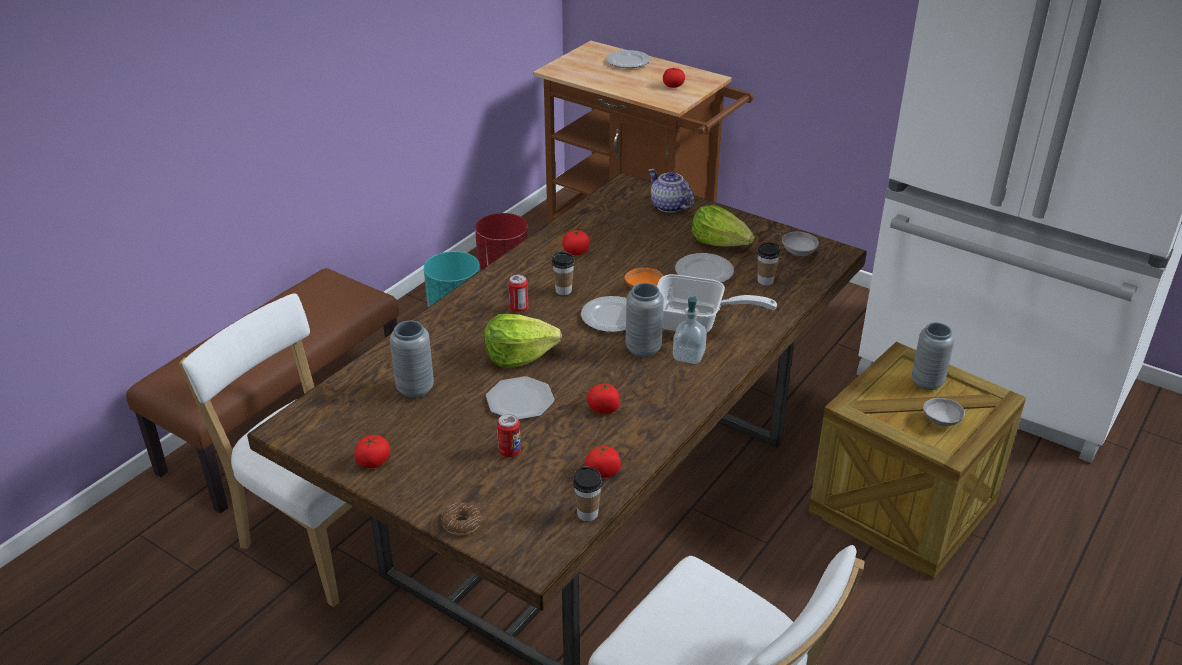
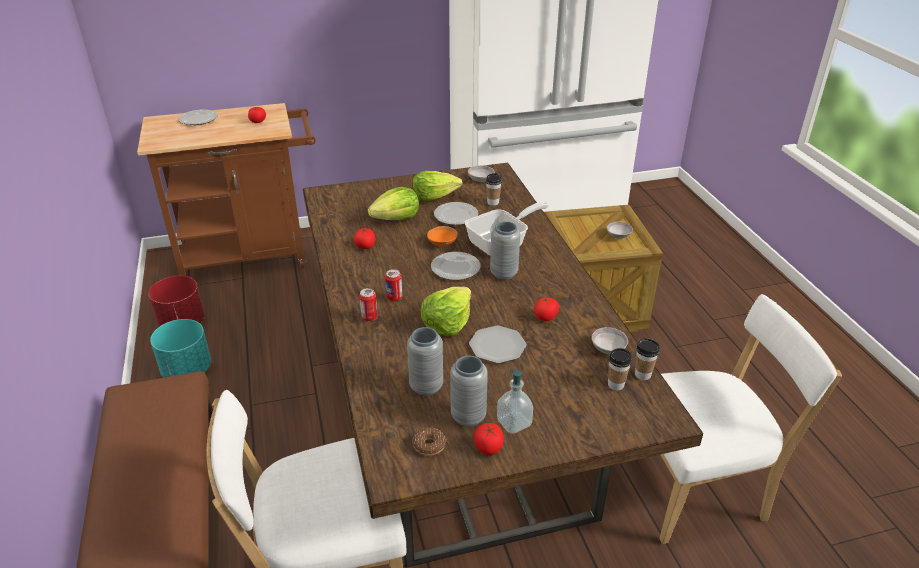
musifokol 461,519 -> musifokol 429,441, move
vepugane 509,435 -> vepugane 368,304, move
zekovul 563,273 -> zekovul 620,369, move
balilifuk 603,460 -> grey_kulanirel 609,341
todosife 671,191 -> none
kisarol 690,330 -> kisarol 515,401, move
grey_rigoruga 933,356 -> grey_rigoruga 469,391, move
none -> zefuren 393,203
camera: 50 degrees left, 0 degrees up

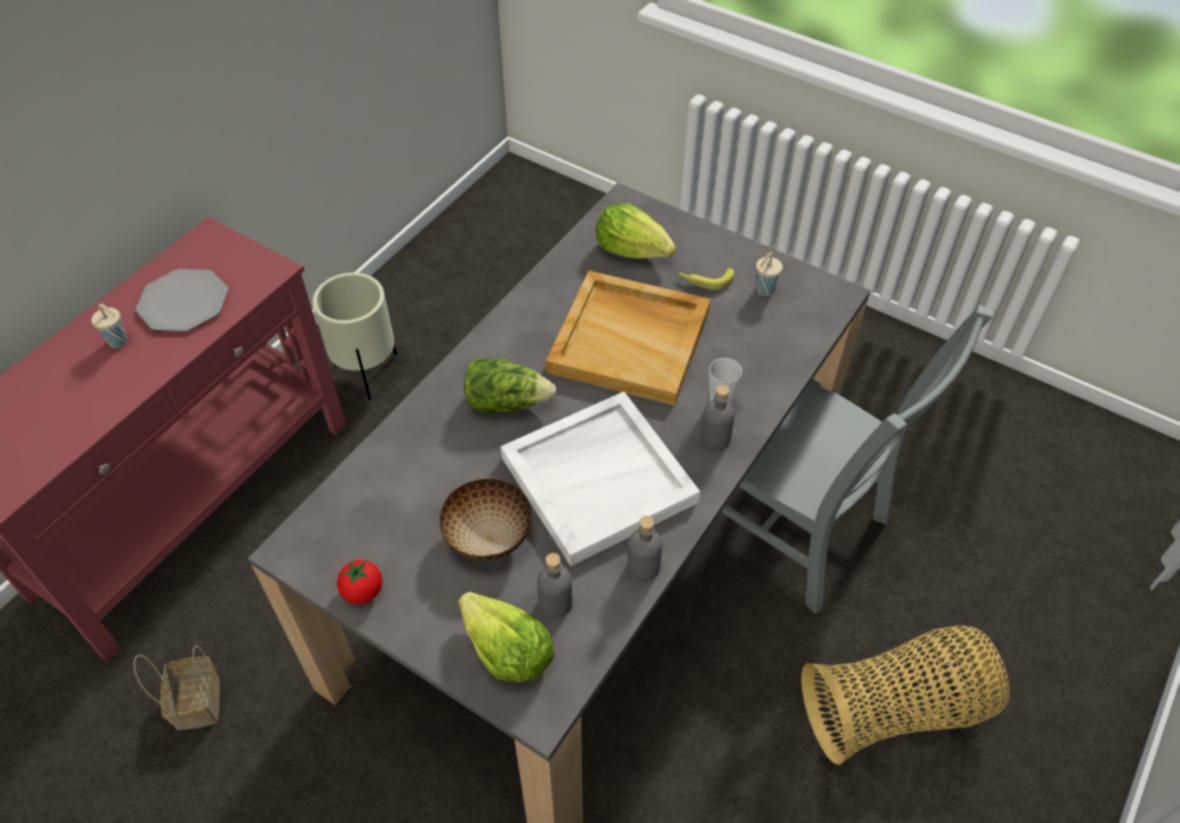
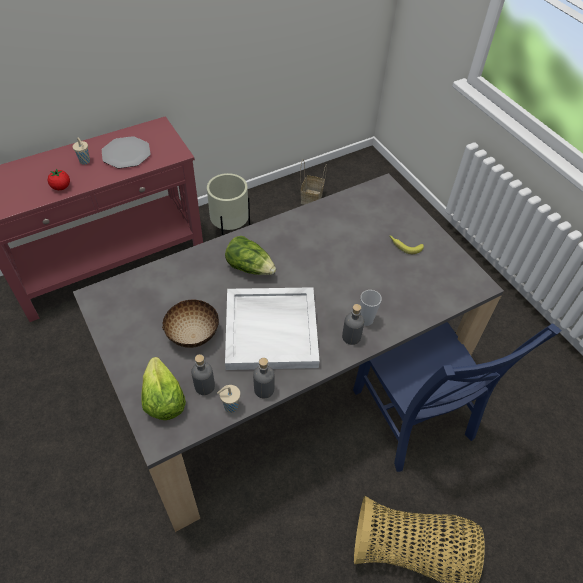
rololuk 177,687 -> rololuk 313,182, move
balilifuk 359,582 -> balilifuk 59,179, move
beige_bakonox 628,338 -> none
zefuren 636,230 -> none
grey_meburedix 858,459 -> blue_meburedix 457,397
beige_zekovul 769,274 -> beige_zekovul 228,399, move
camera: 25 degrees right, 0 degrees up

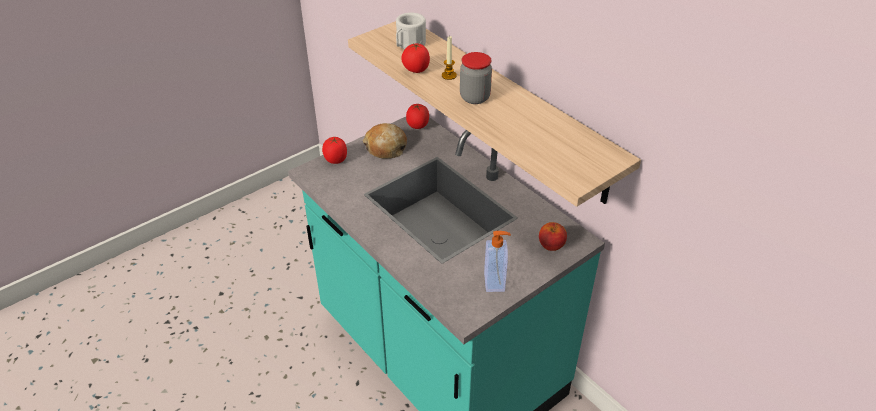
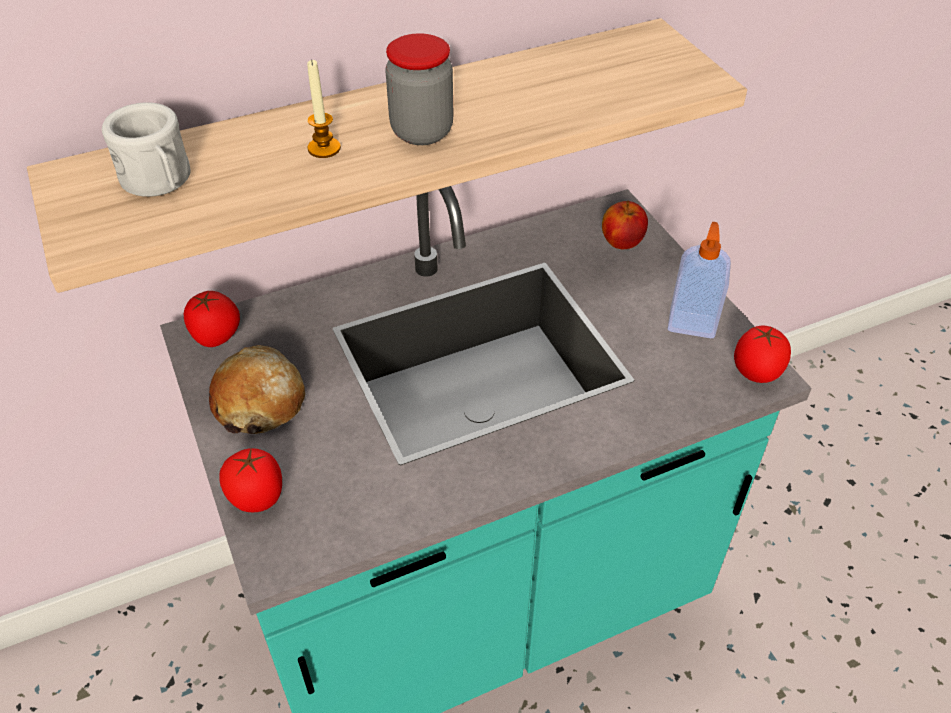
balilifuk 415,58 -> balilifuk 762,354, move
camera: 75 degrees left, 5 degrees up

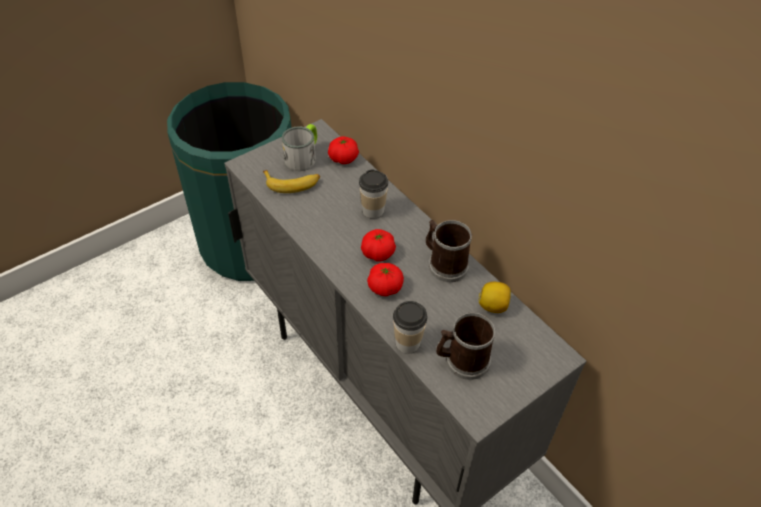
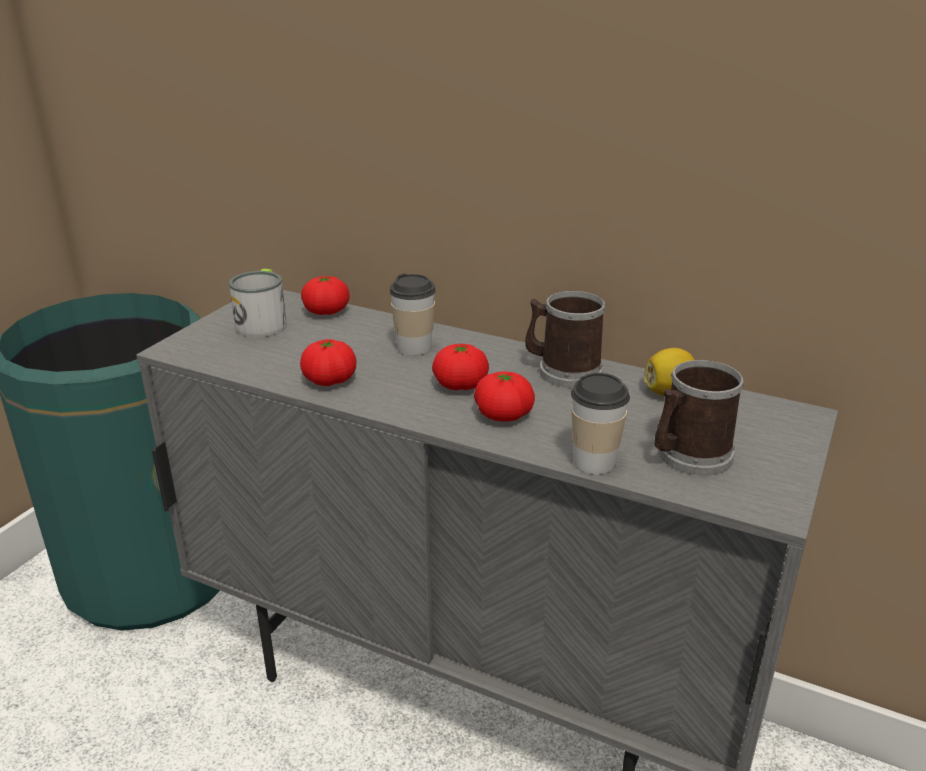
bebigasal 291,181 -> none
none -> balilifuk 328,362
camera: 25 degrees left, 20 degrees down

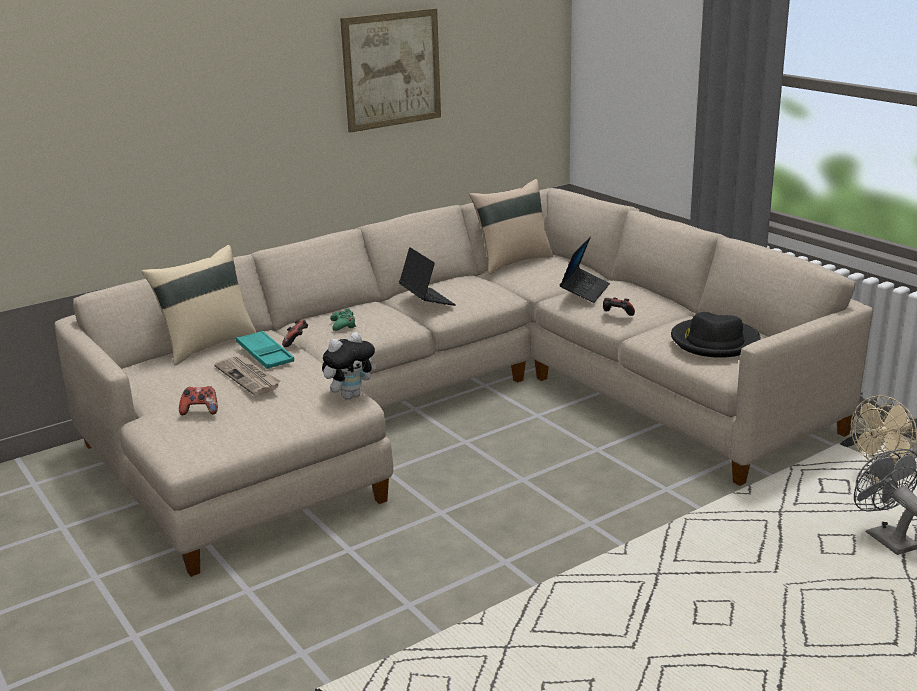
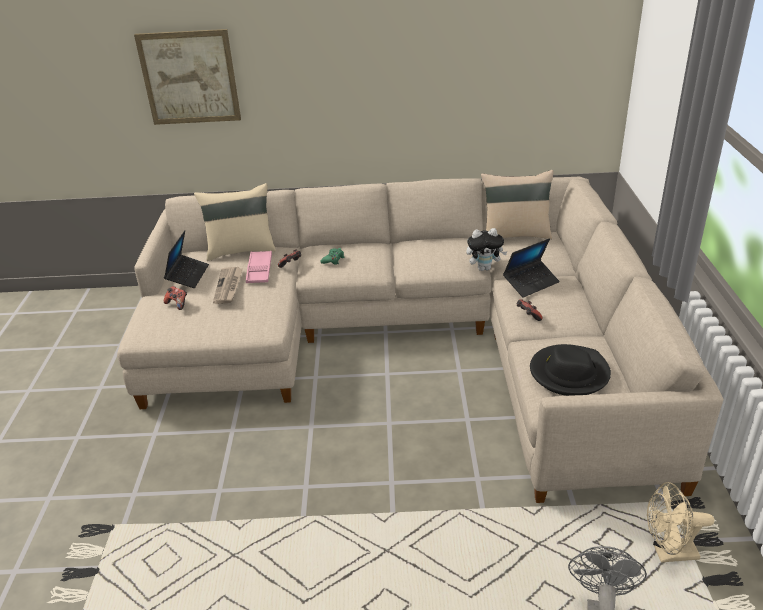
turquoise_bakonox 265,349 -> pink_bakonox 259,267
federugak 349,366 -> federugak 487,249, move
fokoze 390,70 -> fokoze 187,77, move
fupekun 427,276 -> fupekun 186,259, move
camera: 35 degrees right, 10 degrees up

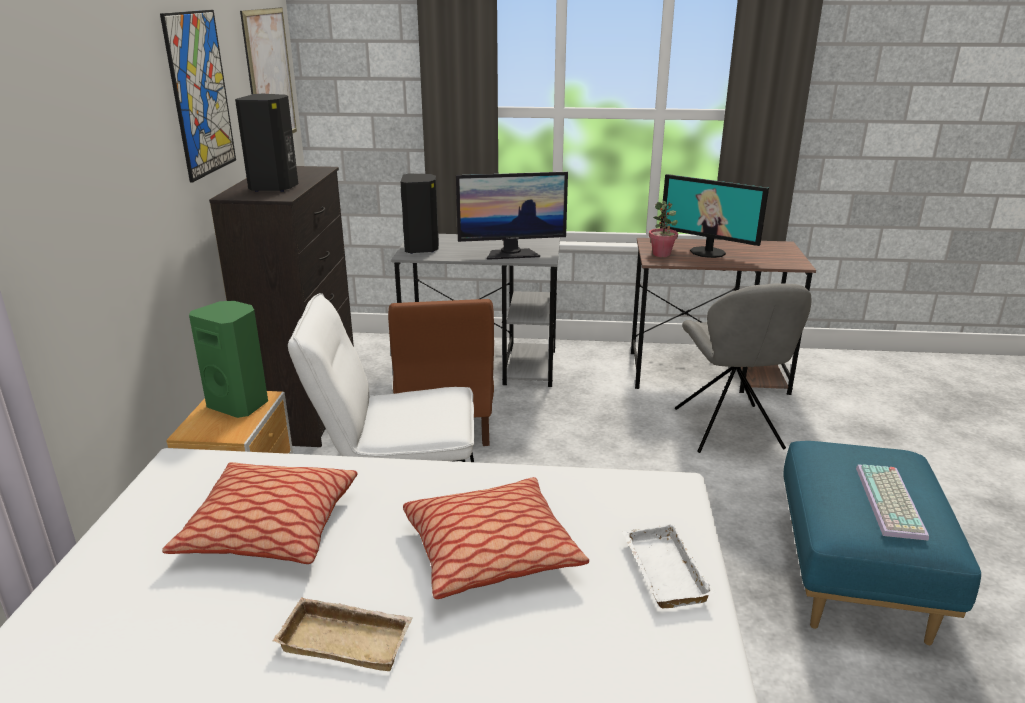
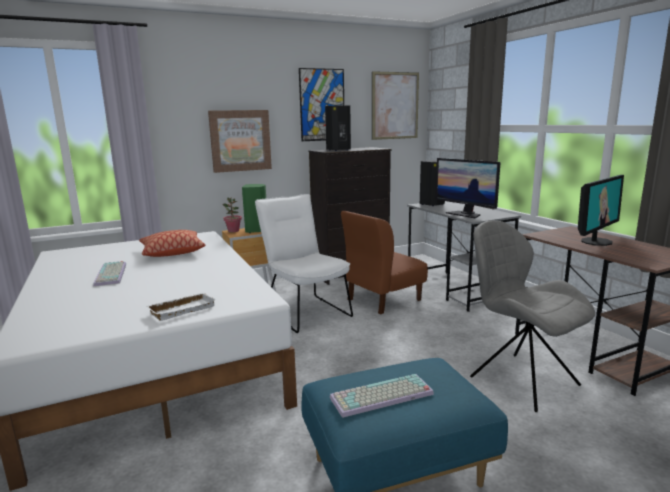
beige_bakonox 343,634 -> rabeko 109,273
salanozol 496,538 -> none
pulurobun 663,229 -> pulurobun 232,214, move
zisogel 714,216 -> zisogel 601,210, 135 degrees counterclockwise
grey_meburedix 743,368 -> grey_meburedix 532,316, 90 degrees clockwise
none -> fokoze 240,141
camera: 60 degrees right, 10 degrees down

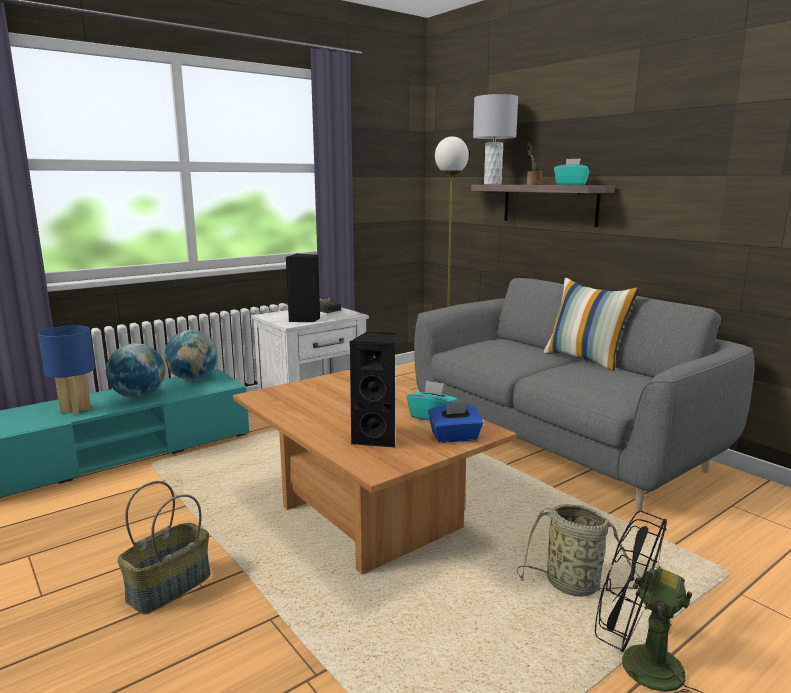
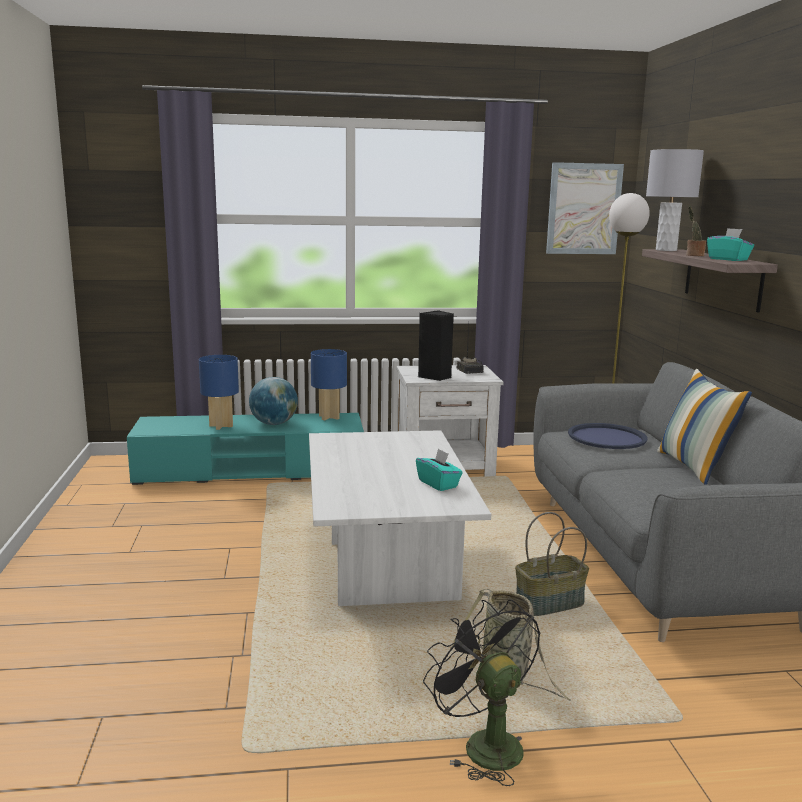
rololuk 164,547 -> rololuk 552,564, move
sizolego 190,355 -> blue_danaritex 329,384
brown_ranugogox 375,471 -> white_ranugogox 400,518
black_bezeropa 372,389 -> none
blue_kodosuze 455,423 -> none
none -> fokoze 585,208
none -> blue_bakonox 608,436
camera: 30 degrees right, 0 degrees up

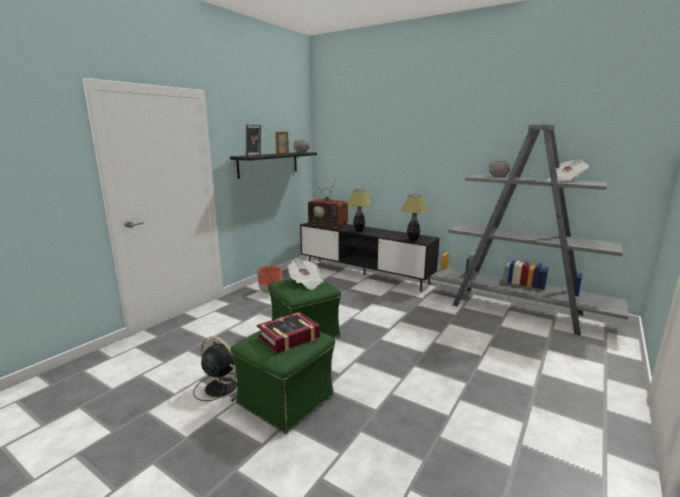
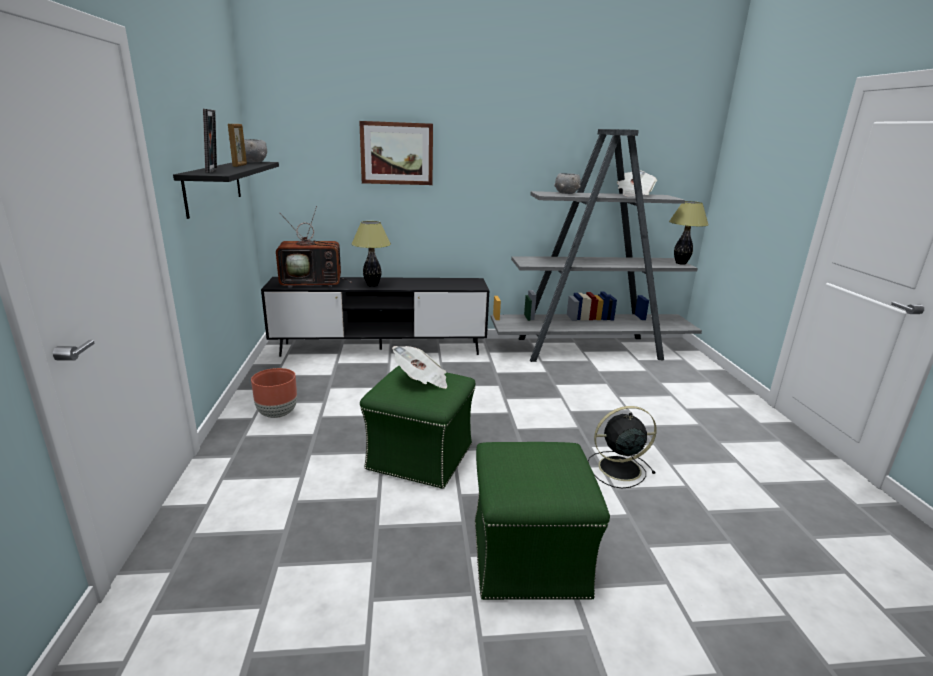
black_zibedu 215,368 -> black_zibedu 622,447, move
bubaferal 288,332 -> none
danaritex 415,218 -> danaritex 689,233, move
none -> fokoze 396,153
camera: 40 degrees left, 5 degrees up

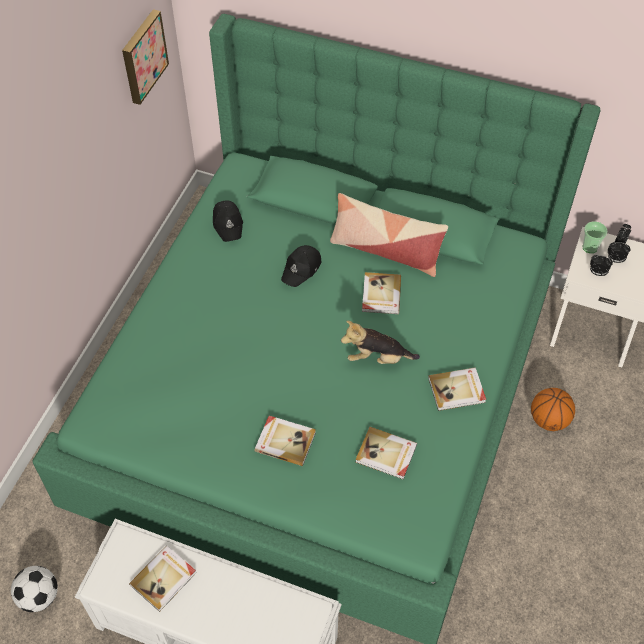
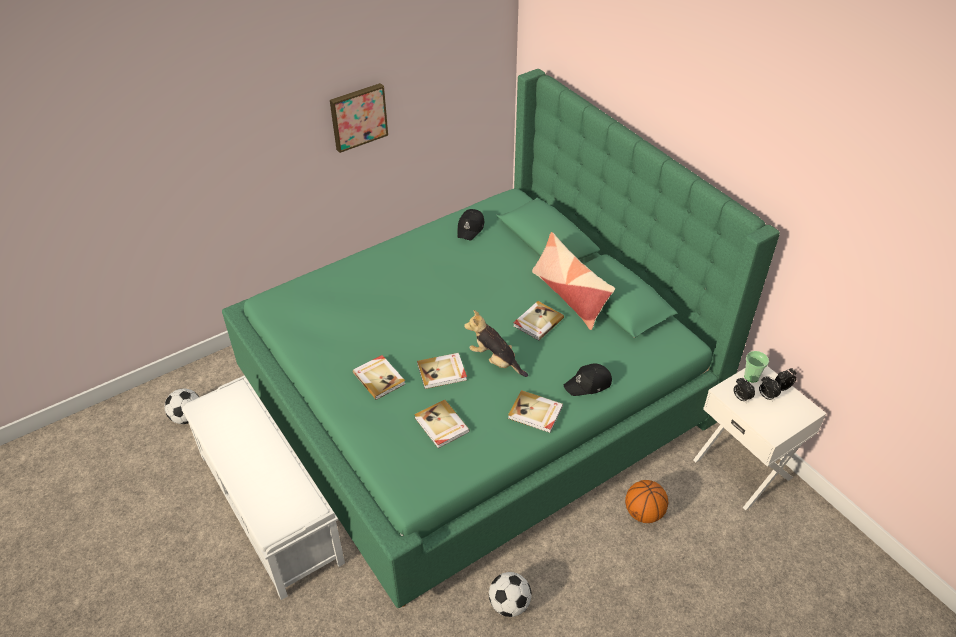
fokoze 145,57 -> fokoze 359,118, move
bubaferal 162,578 -> bubaferal 442,371, move
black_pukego 301,266 -> black_pukego 588,379, move
none -> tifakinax 510,594
camera: 35 degrees right, 10 degrees down

